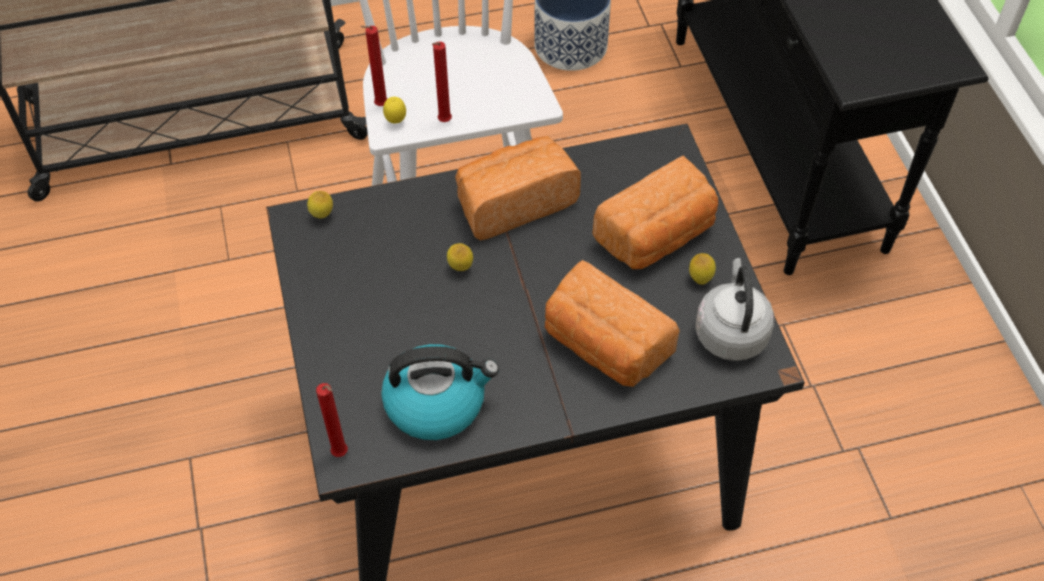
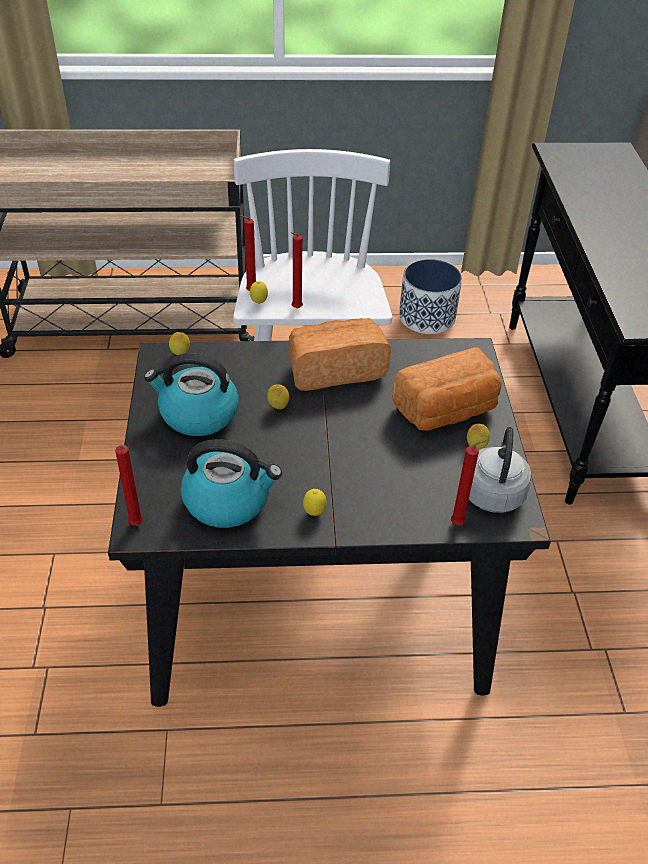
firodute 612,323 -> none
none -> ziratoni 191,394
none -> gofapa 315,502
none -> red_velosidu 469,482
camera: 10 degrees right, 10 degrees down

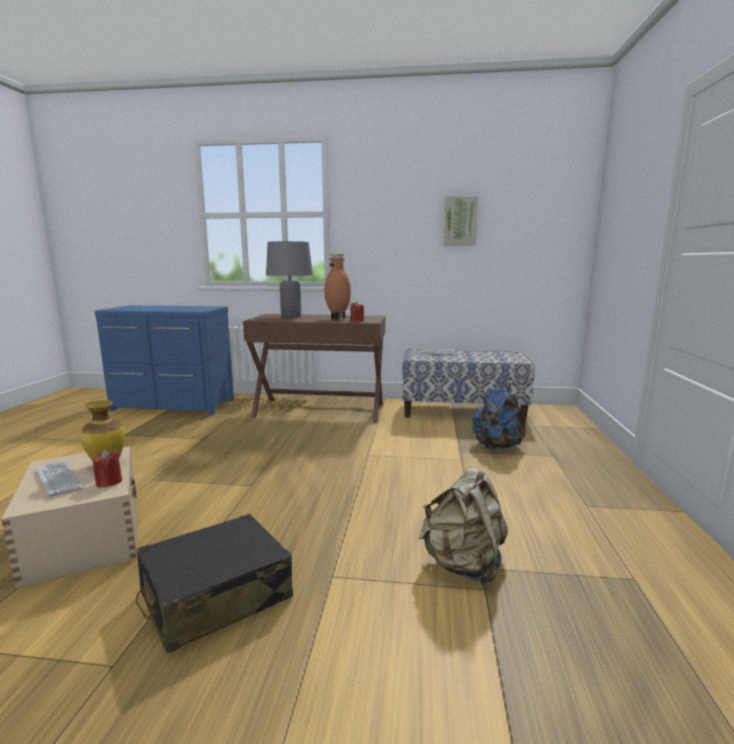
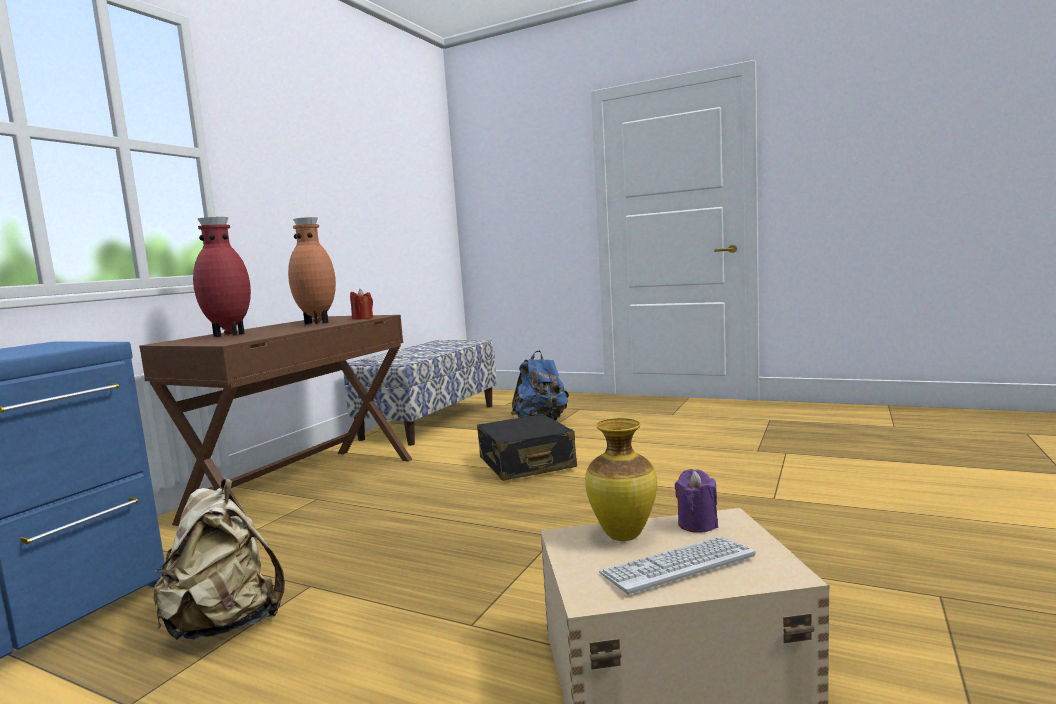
red_velosidu 107,468 -> purple_velosidu 696,500
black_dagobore 214,584 -> black_dagobore 527,447, move
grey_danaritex 289,279 -> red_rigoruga 222,277
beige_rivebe 463,526 -> beige_rivebe 219,559, move
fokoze 461,221 -> none
camera: 70 degrees left, 5 degrees down

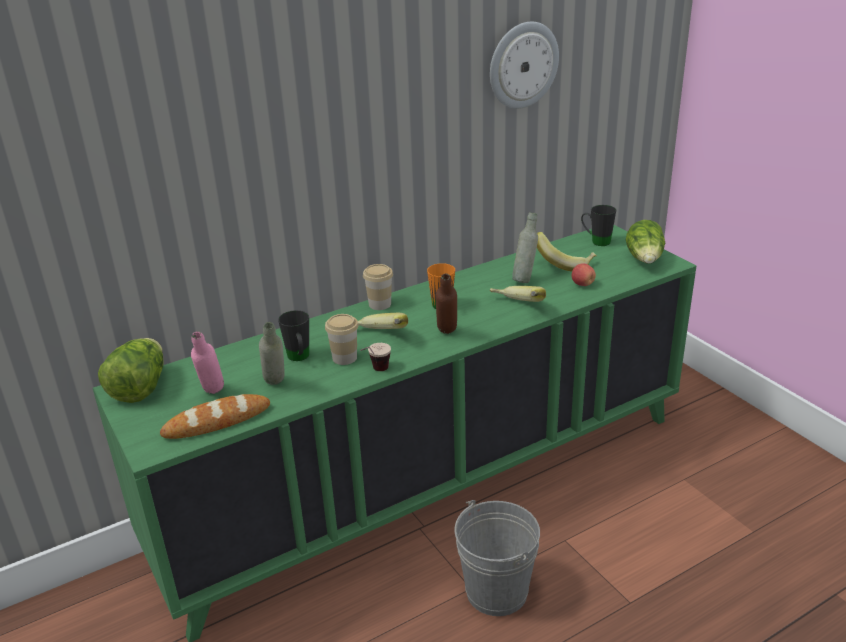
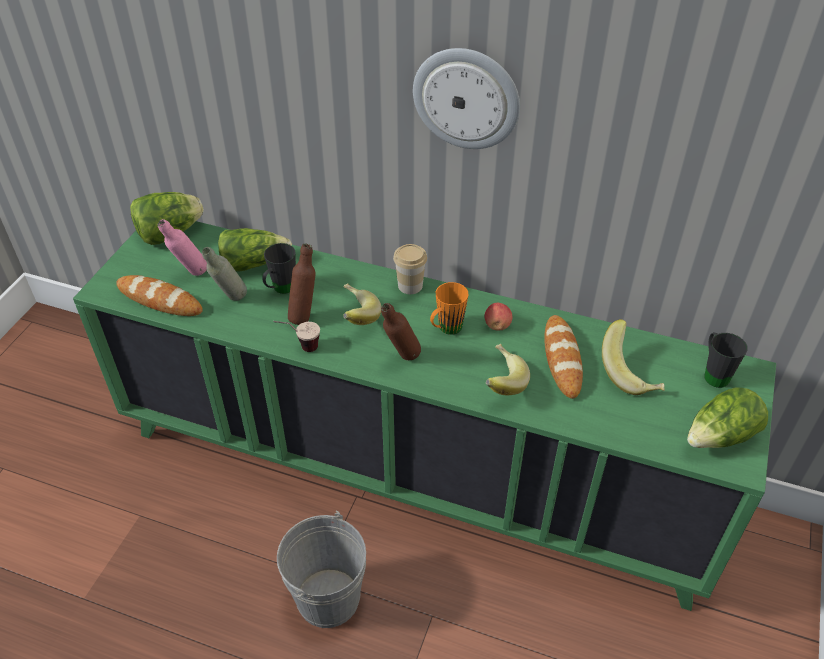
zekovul 342,339 -> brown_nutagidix 302,284
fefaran 524,65 -> fefaran 466,98, move
grey_nutagidix 525,247 -> firodute 563,357
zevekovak 584,274 -> zevekovak 498,317, move
none -> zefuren 255,250
camera: 50 degrees right, 15 degrees up

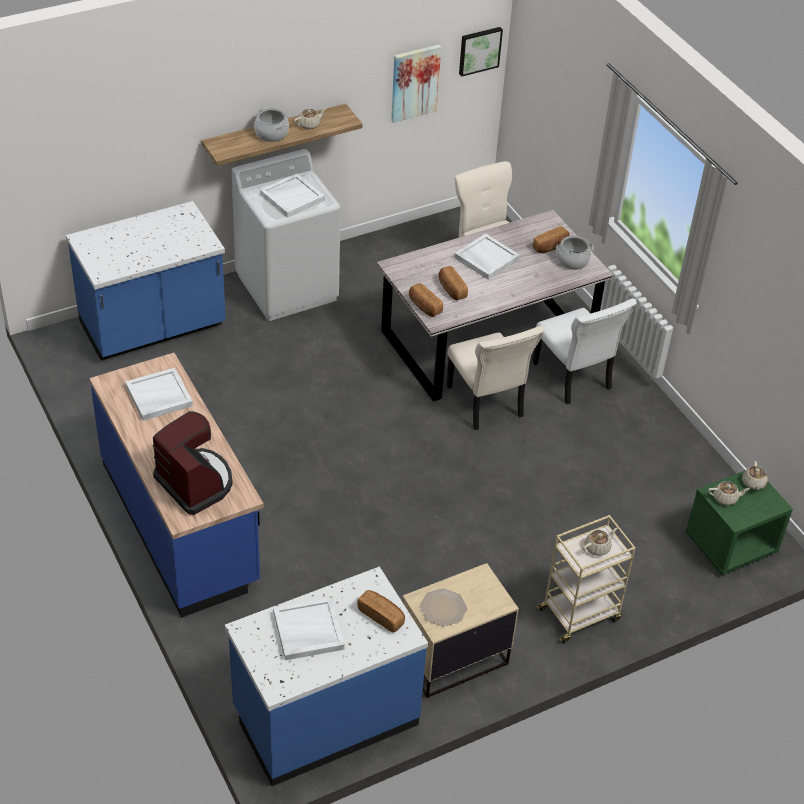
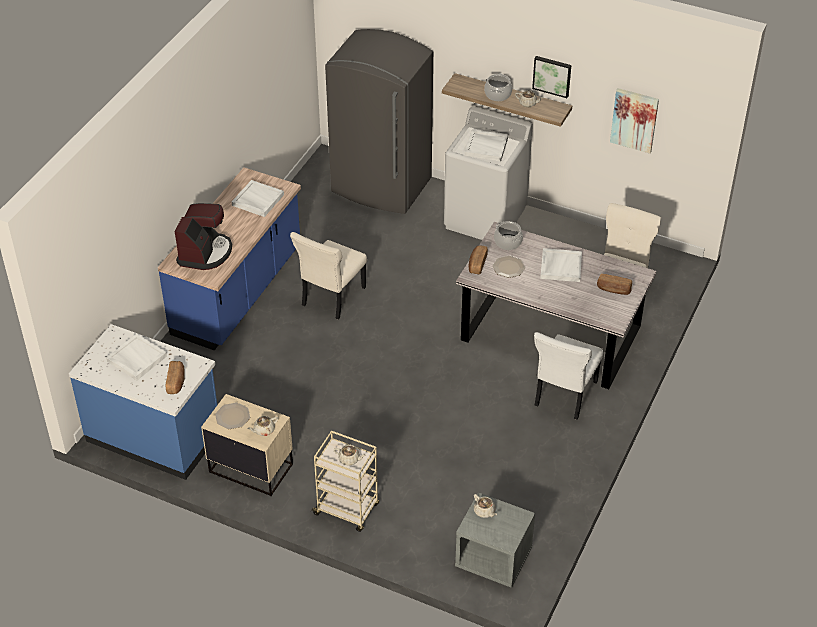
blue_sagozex 146,280 -> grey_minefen 379,121
firodute 453,283 -> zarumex 509,267
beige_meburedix 495,378 -> beige_meburedix 328,276, move
fokoze 481,52 -> fokoze 551,77, move
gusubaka 575,253 -> gusubaka 508,235, move
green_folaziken 739,522 -> grey_folaziken 495,540
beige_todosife 755,476 -> beige_todosife 262,426, move
camera: 55 degrees right, 0 degrees up

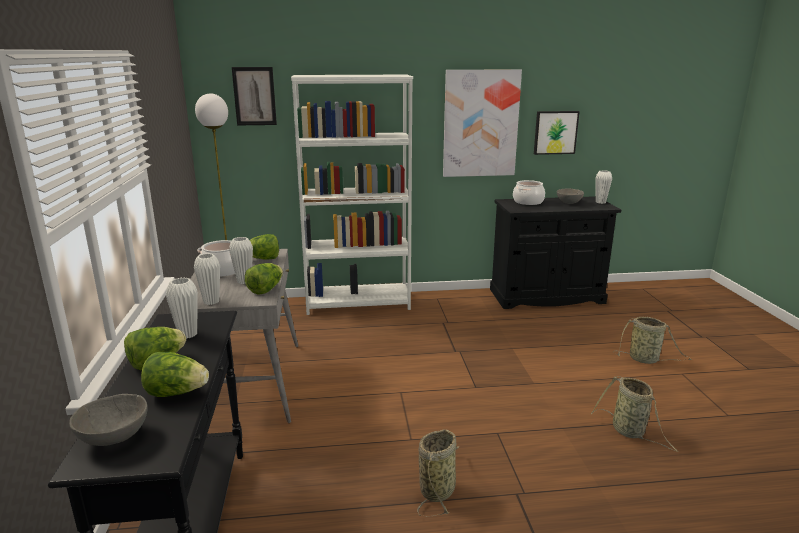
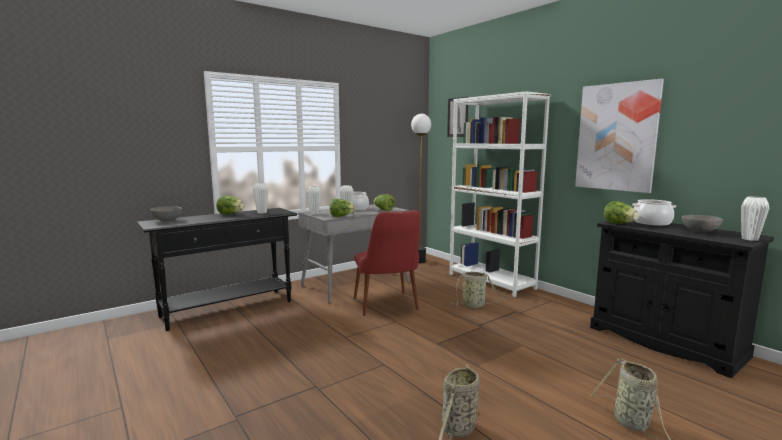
zefuren 175,374 -> zefuren 621,212, move
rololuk 438,473 -> rololuk 478,289, move
fokoze 557,133 -> none
none -> red_meburedix 387,263
camera: 60 degrees right, 10 degrees down

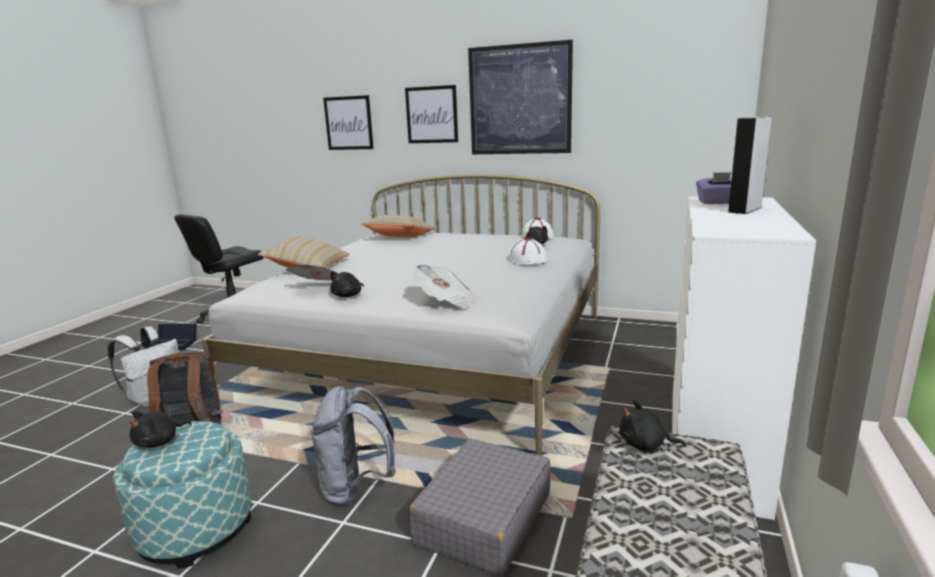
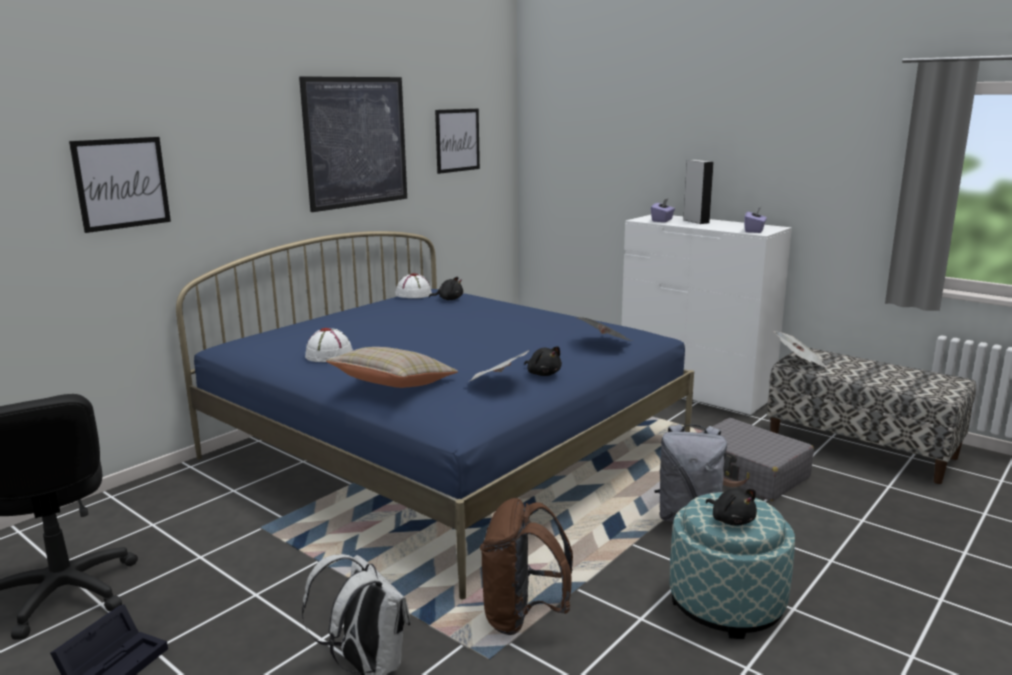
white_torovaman 401,315 -> blue_torovaman 435,415
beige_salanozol 398,226 -> none
fokoze 431,114 -> fokoze 457,141, move
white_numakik 528,251 -> white_numakik 329,344, move
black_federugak 653,425 -> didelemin 801,349
none -> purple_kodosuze 756,220
camera: 70 degrees left, 0 degrees up

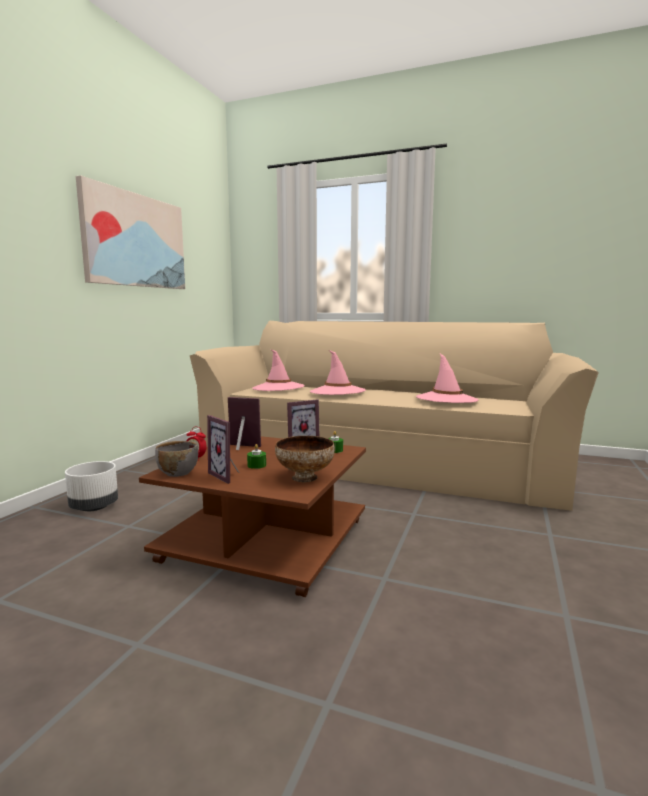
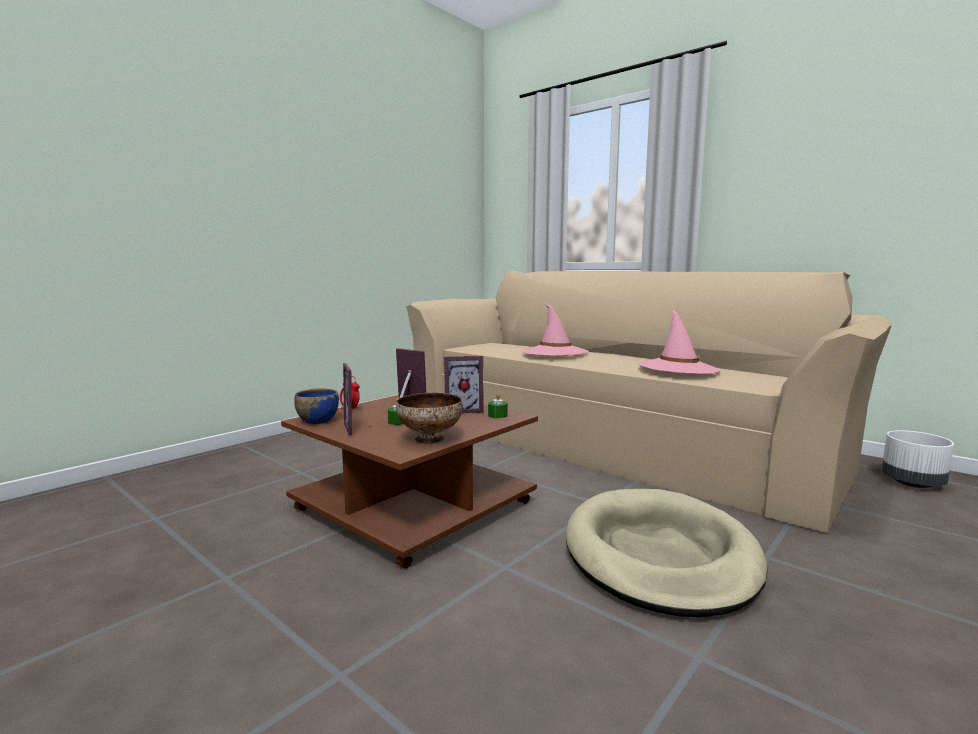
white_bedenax 91,486 -> white_bedenax 918,459, move
fokoze 130,232 -> none
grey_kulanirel 176,459 -> blue_kulanirel 317,406
pink_numakik 278,370 -> none
none -> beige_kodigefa 666,553
camera: 20 degrees right, 0 degrees up

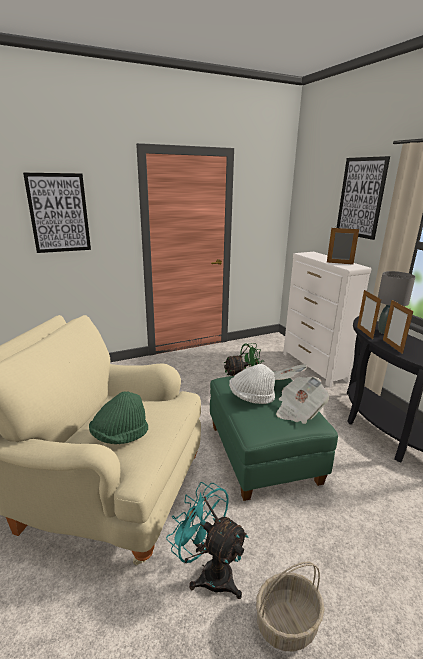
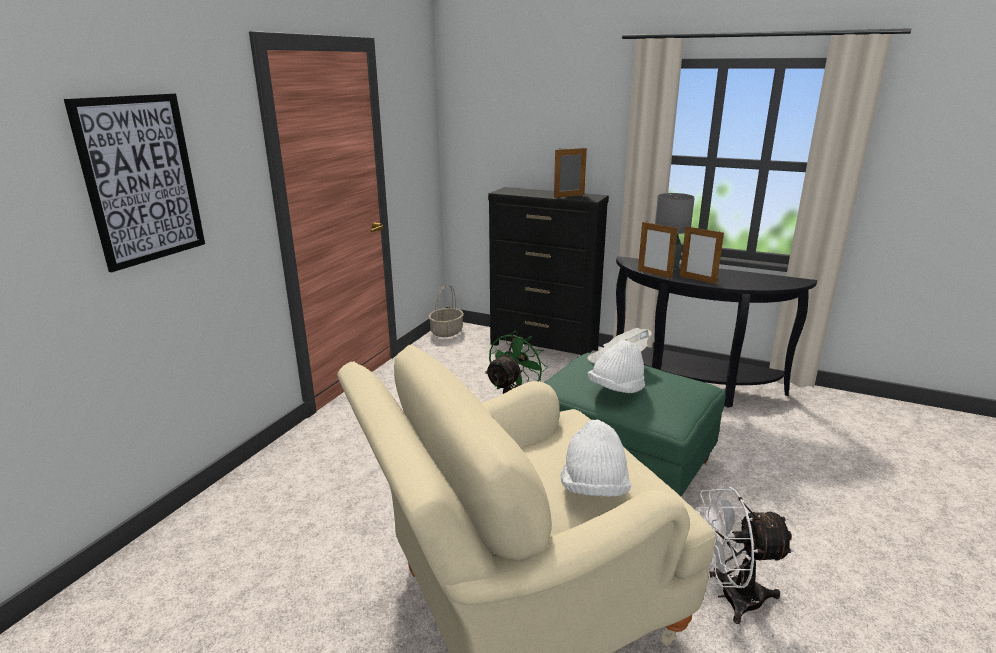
green_numakik 118,417 -> white_numakik 596,458
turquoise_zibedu 207,540 -> white_zibedu 745,555
rololuk 290,606 -> rololuk 446,310, move
didelemin 302,400 -> none
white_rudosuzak 327,319 -> black_rudosuzak 548,271
fokoze 363,198 -> none
camera: 40 degrees left, 0 degrees up

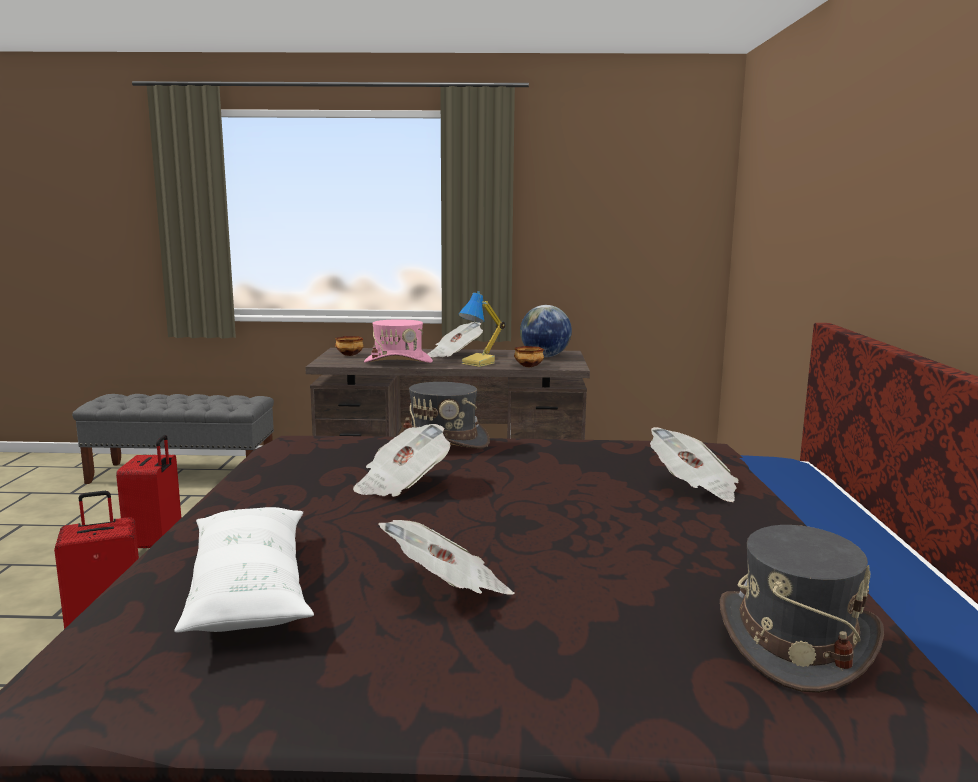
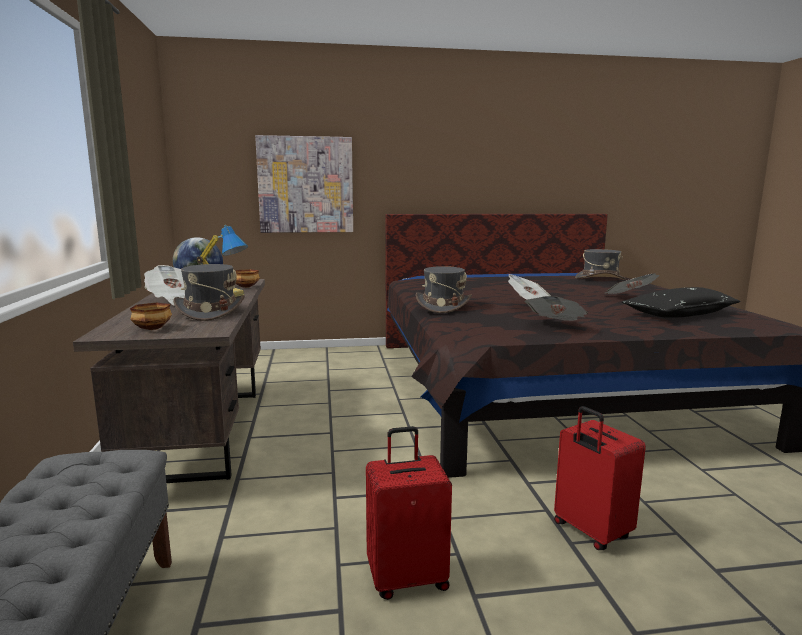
white_salanozol 244,570 -> black_salanozol 681,302
pink_numakik 398,341 -> grey_numakik 209,292
didelemin 694,464 -> didelemin 556,308, move
none -> fokoze 304,184
camera: 100 degrees left, 0 degrees up

